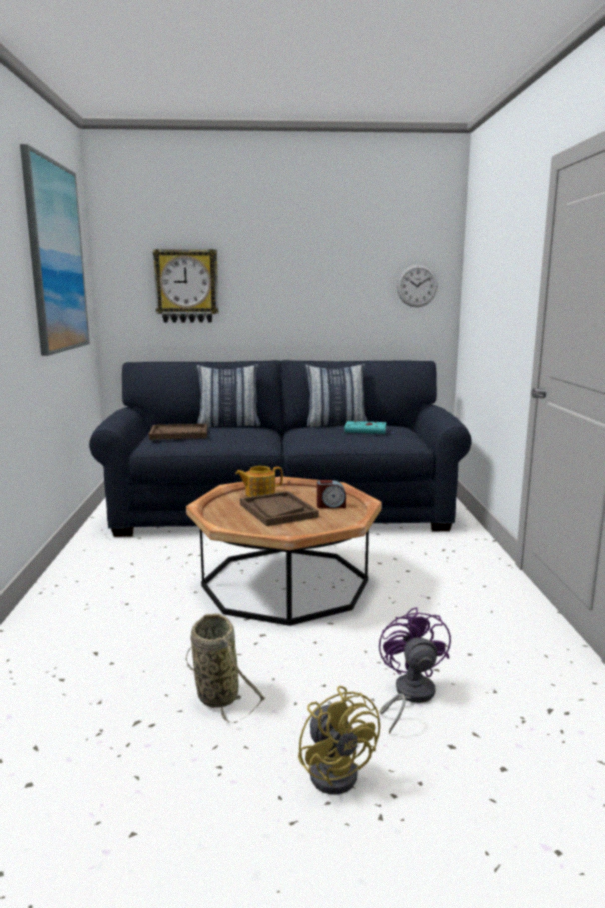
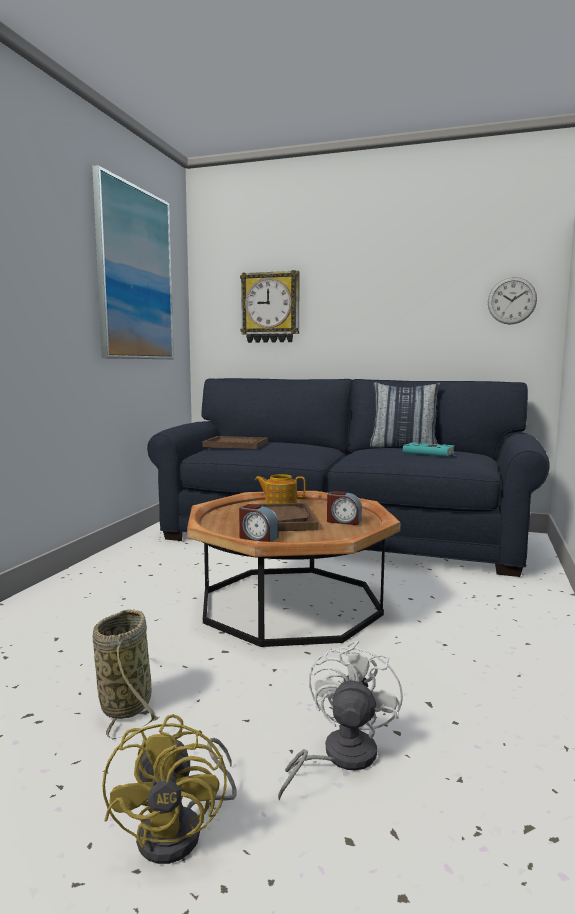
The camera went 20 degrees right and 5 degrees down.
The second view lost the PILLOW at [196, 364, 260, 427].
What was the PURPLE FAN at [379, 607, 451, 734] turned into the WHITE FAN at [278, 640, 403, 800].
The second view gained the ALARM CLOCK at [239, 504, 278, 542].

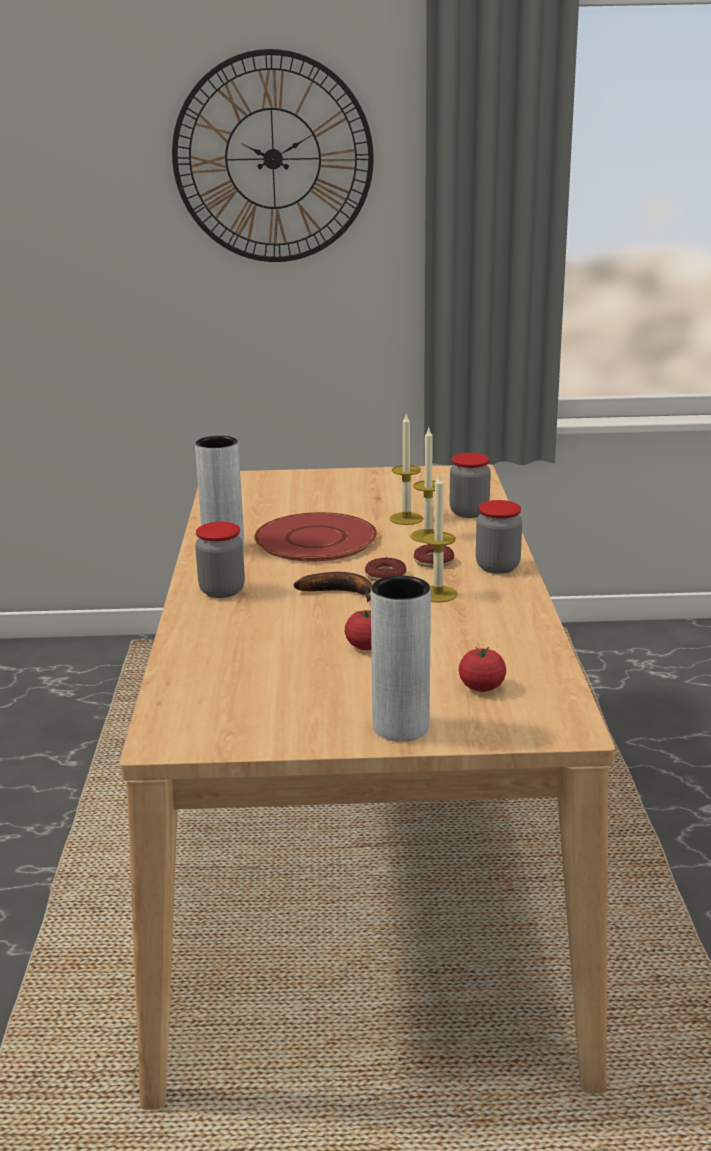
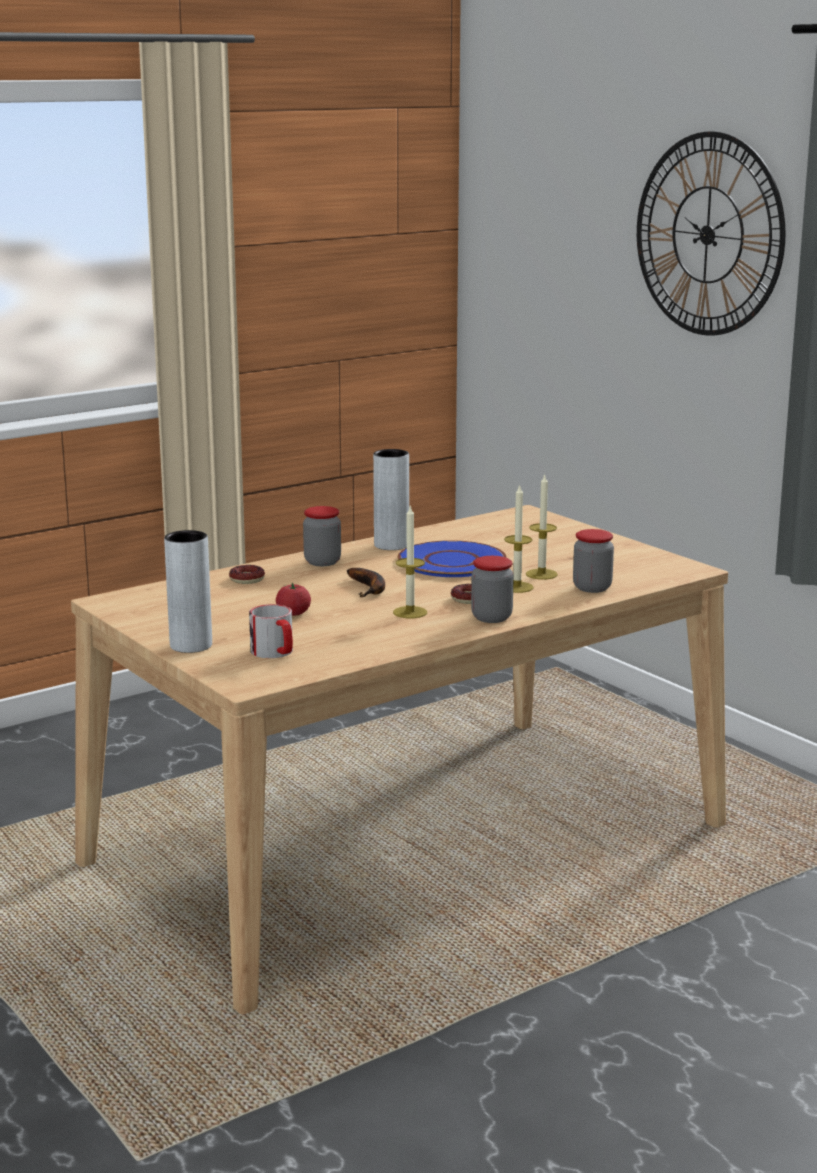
The camera went 55 degrees right and 5 degrees down.
What was the RED PLATE at [254, 512, 377, 561] turned into the BLUE PLATE at [398, 540, 507, 577].
The DONUT ended up elsewhere, having gone from [365, 558, 406, 581] to [229, 565, 265, 584].
Where the TOMATO stood at [459, 646, 506, 692], the MUG came to stand at [249, 604, 293, 658].

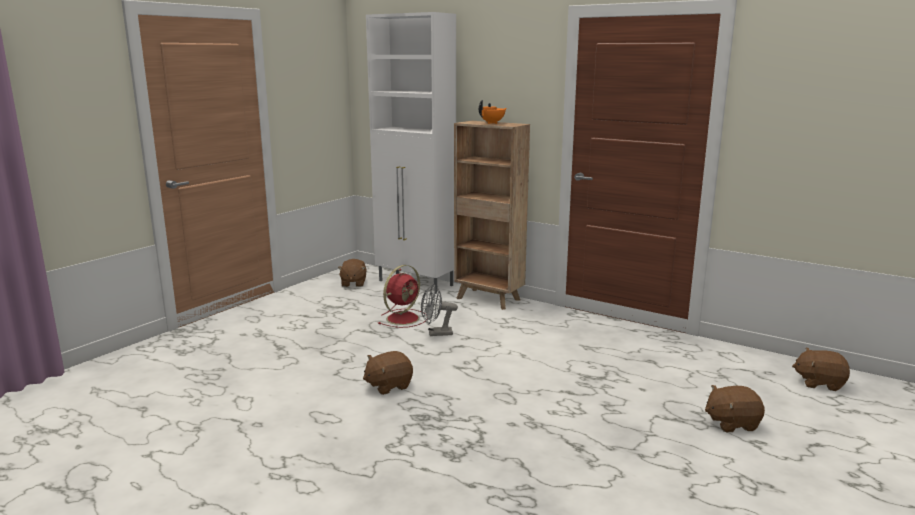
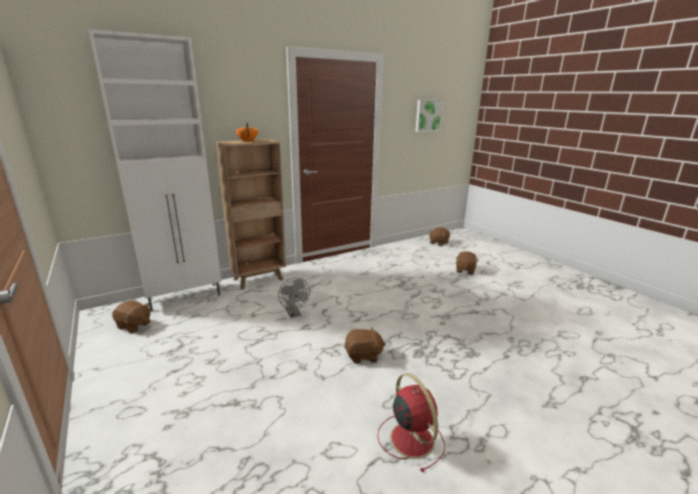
The camera went 65 degrees left and 5 degrees up.
The BROWN PLUSH TOY at [363, 351, 413, 395] ended up facing another way, 90 degrees counterclockwise from before.
The RED FAN ended up elsewhere, having gone from [378, 265, 427, 328] to [377, 373, 445, 472].
The GREY FAN at [421, 284, 458, 336] ended up facing another way, 45 degrees counterclockwise from before.
The second view gained the PICTURE at [415, 100, 443, 132].

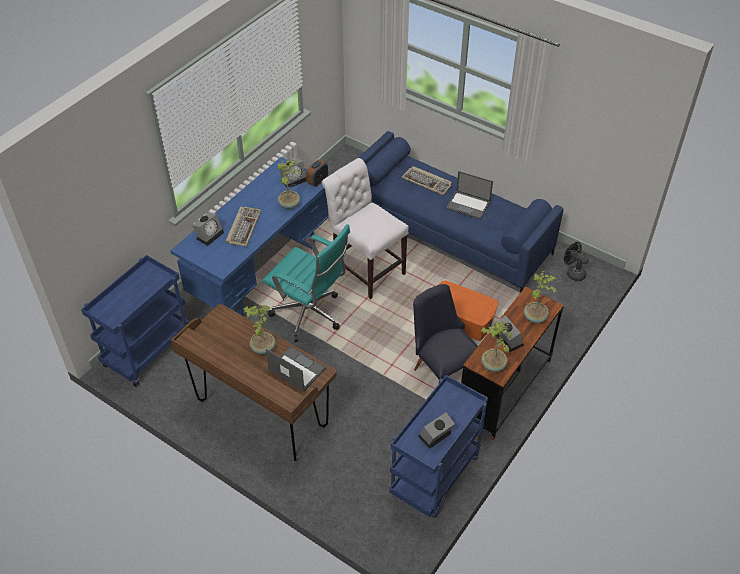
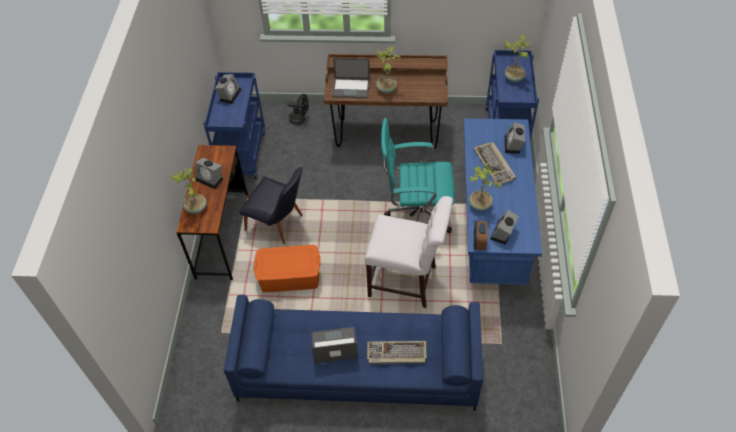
The camera went 150 degrees right and 5 degrees up.
The POTTED PLANT ended up elsewhere, having gone from [480, 321, 511, 372] to [504, 35, 533, 82].
The BLACK FAN ended up elsewhere, having gone from [564, 242, 589, 281] to [288, 94, 309, 125].

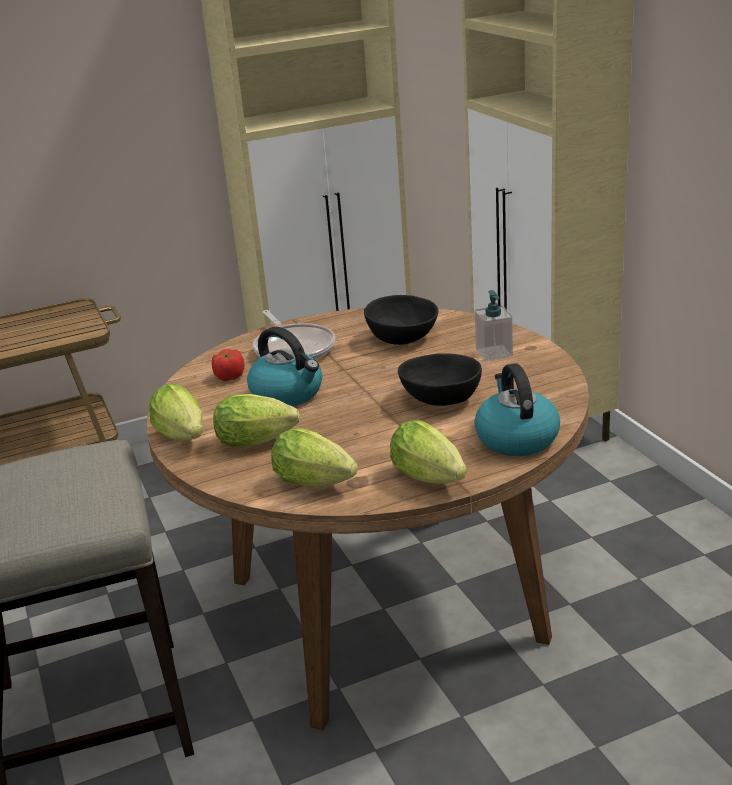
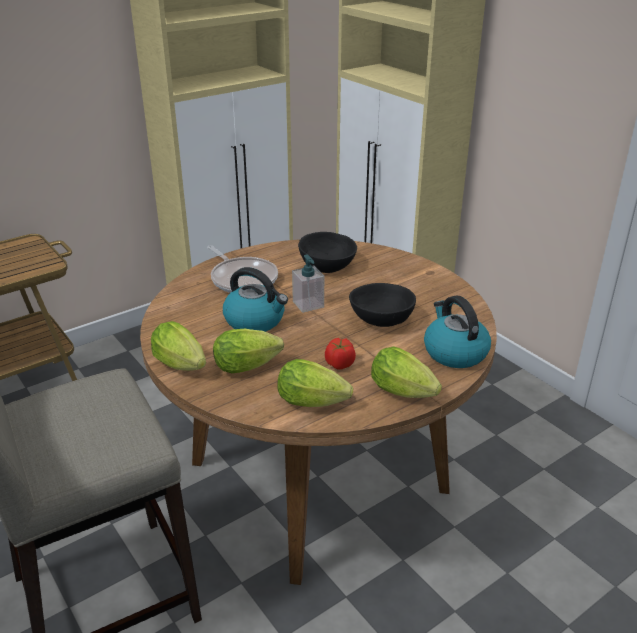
The camera went 15 degrees left and 5 degrees up.
The TOMATO ended up elsewhere, having gone from [212, 349, 245, 381] to [325, 338, 356, 369].
The SOAP DISPENSER ended up elsewhere, having gone from [475, 290, 513, 361] to [292, 254, 324, 313].

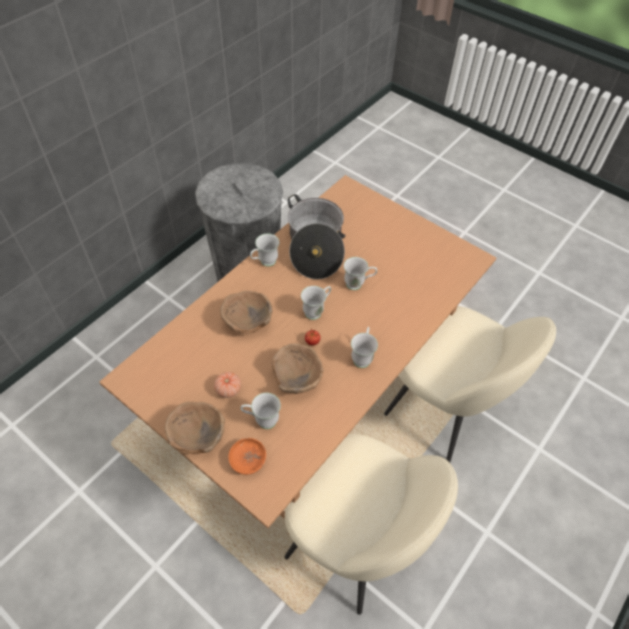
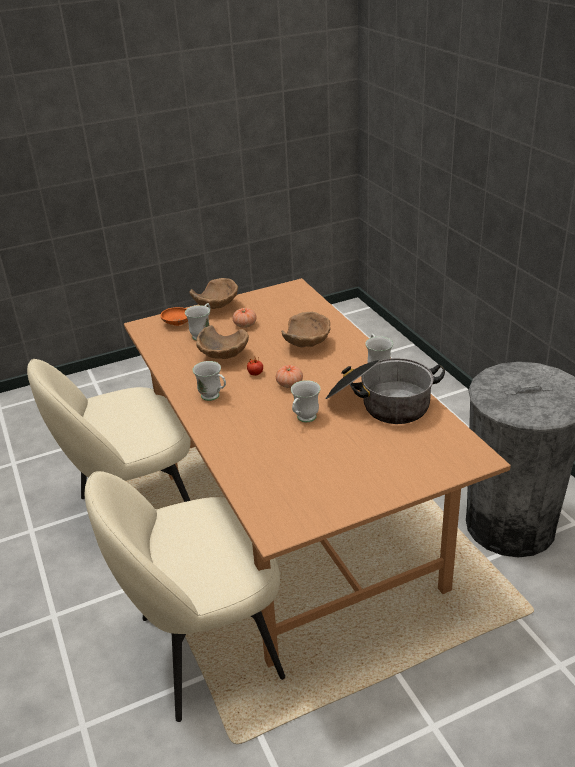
The camera went 120 degrees right and 20 degrees down.
Where the WHITE MUG stood at [301, 286, 331, 320], the TOMATO came to stand at [276, 365, 303, 388].

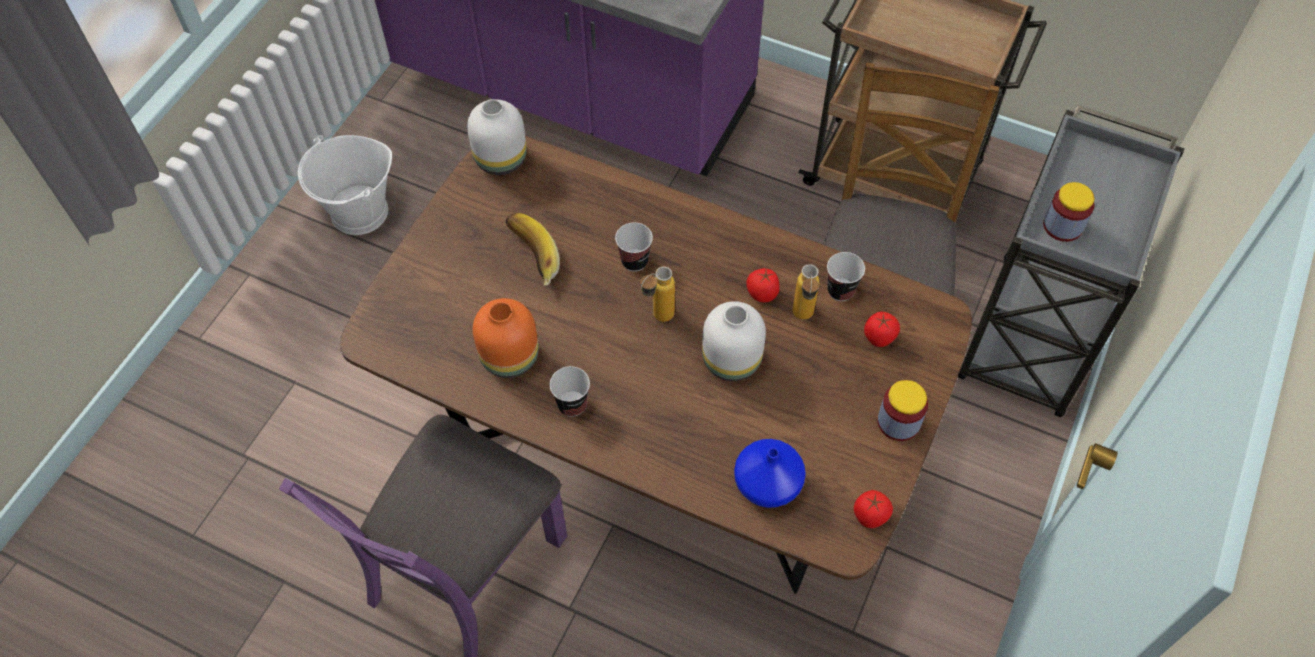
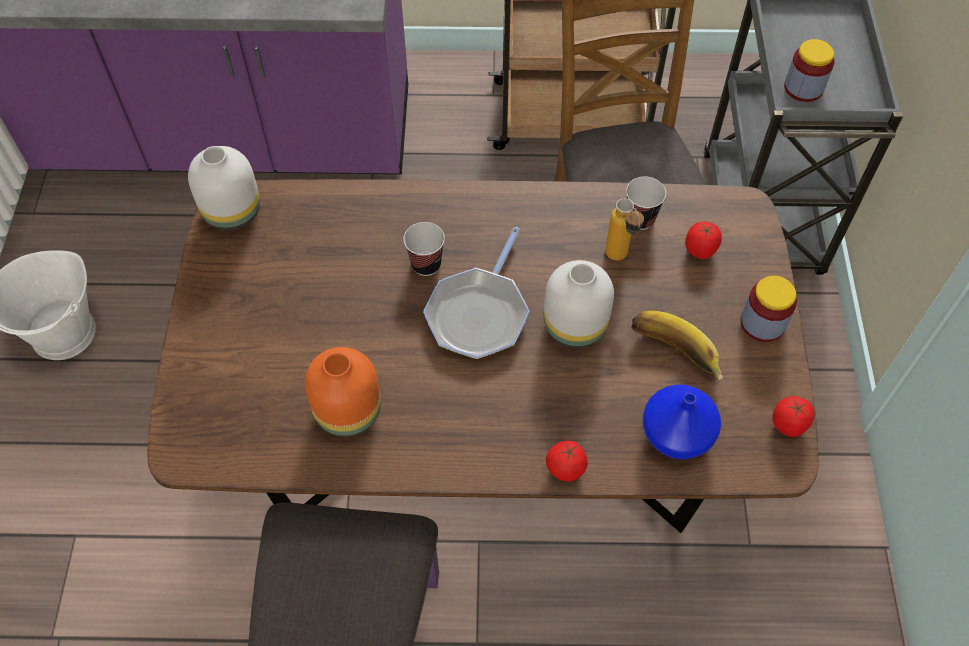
The camera went 25 degrees left and 0 degrees up.
The BANANA ended up elsewhere, having gone from [505, 213, 560, 285] to [631, 310, 723, 380].
The second view lost the CUP at [550, 366, 590, 417].
Where the BOTTLE stood at [640, 267, 675, 322], the FRYING PAN came to stand at [423, 227, 529, 359].
The TOMATO ended up elsewhere, having gone from [746, 268, 780, 302] to [546, 441, 588, 481].

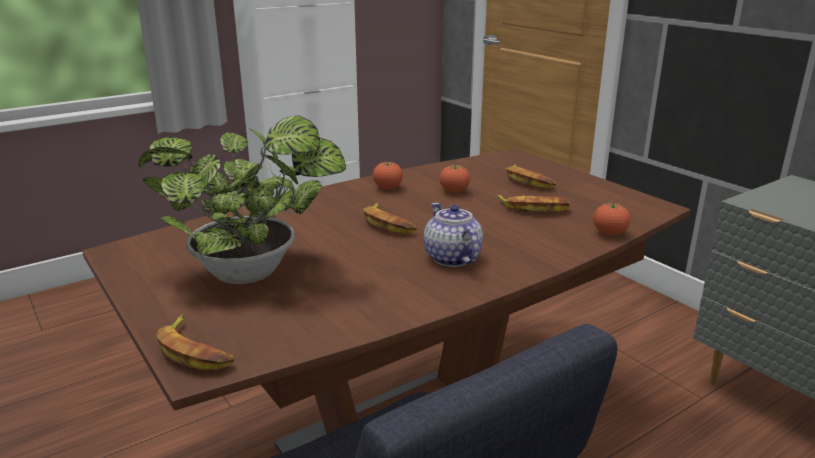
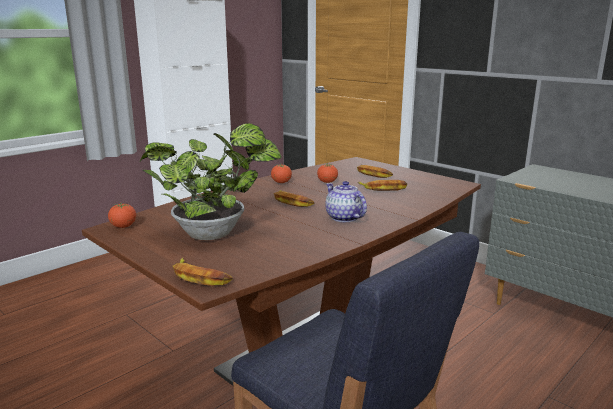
The camera went 10 degrees left and 5 degrees down.
The TOMATO ended up elsewhere, having gone from [593, 202, 631, 235] to [108, 202, 136, 228].

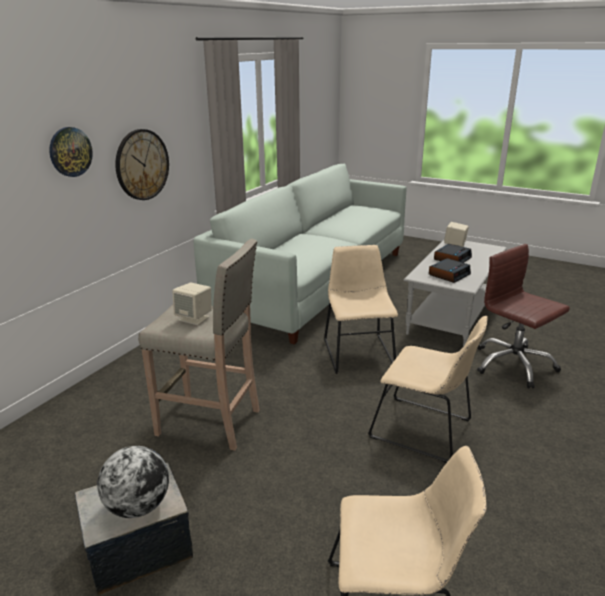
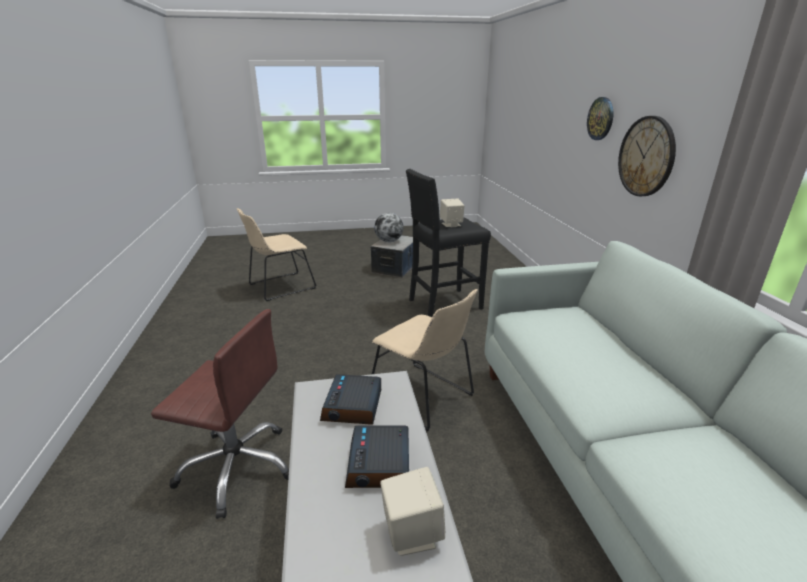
The camera went 140 degrees right and 0 degrees up.
What was the BEIGE STOOL at [138, 239, 260, 451] turned into the BLACK STOOL at [406, 169, 491, 317].
The second view lost the BEIGE CHAIR at [368, 316, 488, 463].

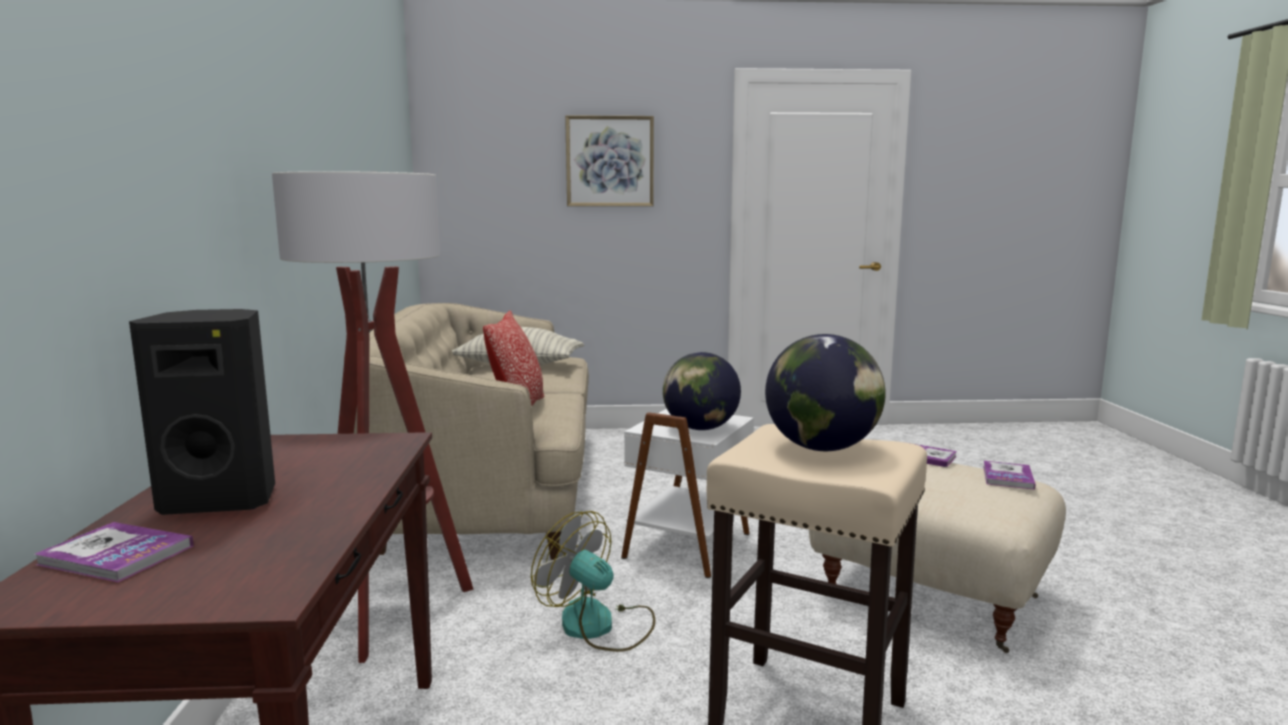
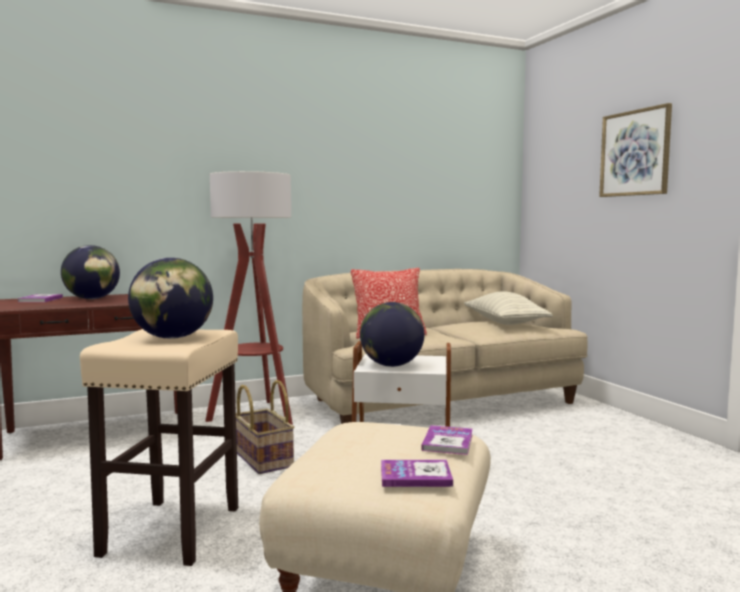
The camera went 70 degrees right and 5 degrees down.
Where the BLACK SPEAKER stood at [129, 309, 275, 515], the GLOBE came to stand at [61, 245, 120, 299].
Where the FAN stood at [531, 511, 655, 652], the BASKET came to stand at [236, 380, 295, 474].

